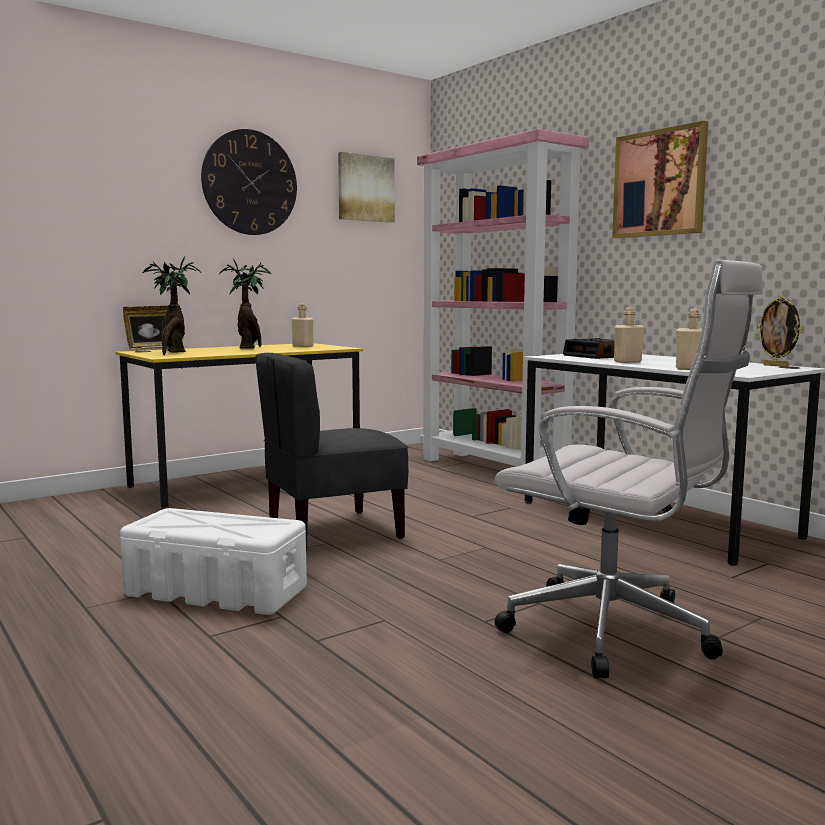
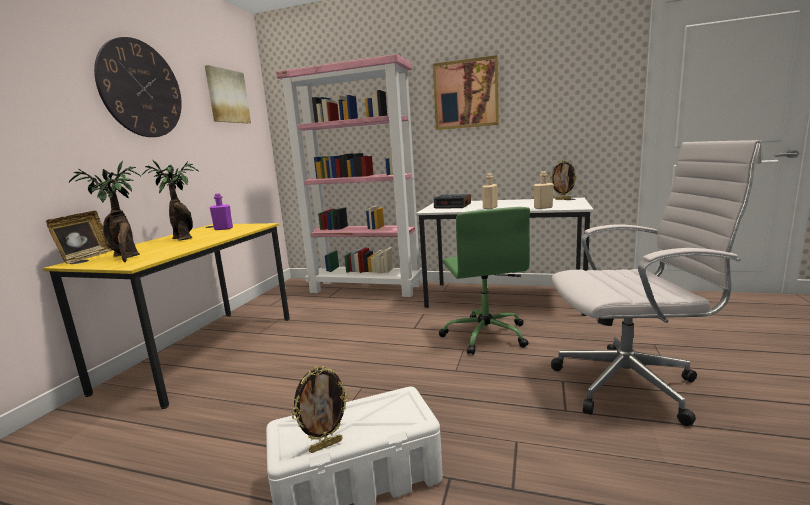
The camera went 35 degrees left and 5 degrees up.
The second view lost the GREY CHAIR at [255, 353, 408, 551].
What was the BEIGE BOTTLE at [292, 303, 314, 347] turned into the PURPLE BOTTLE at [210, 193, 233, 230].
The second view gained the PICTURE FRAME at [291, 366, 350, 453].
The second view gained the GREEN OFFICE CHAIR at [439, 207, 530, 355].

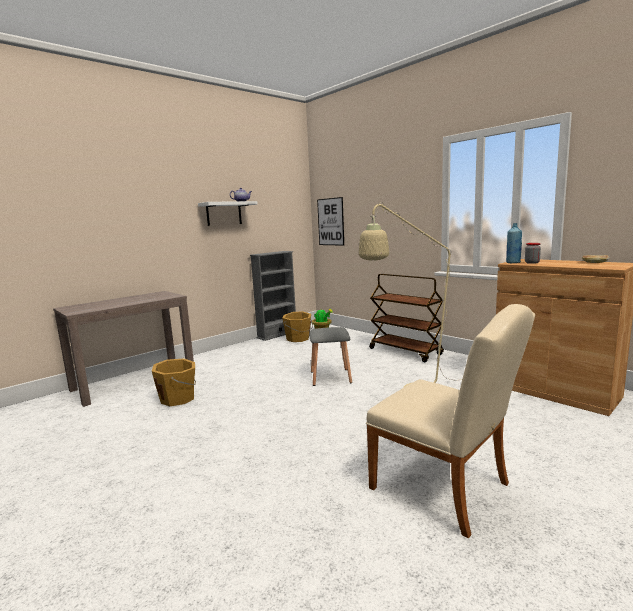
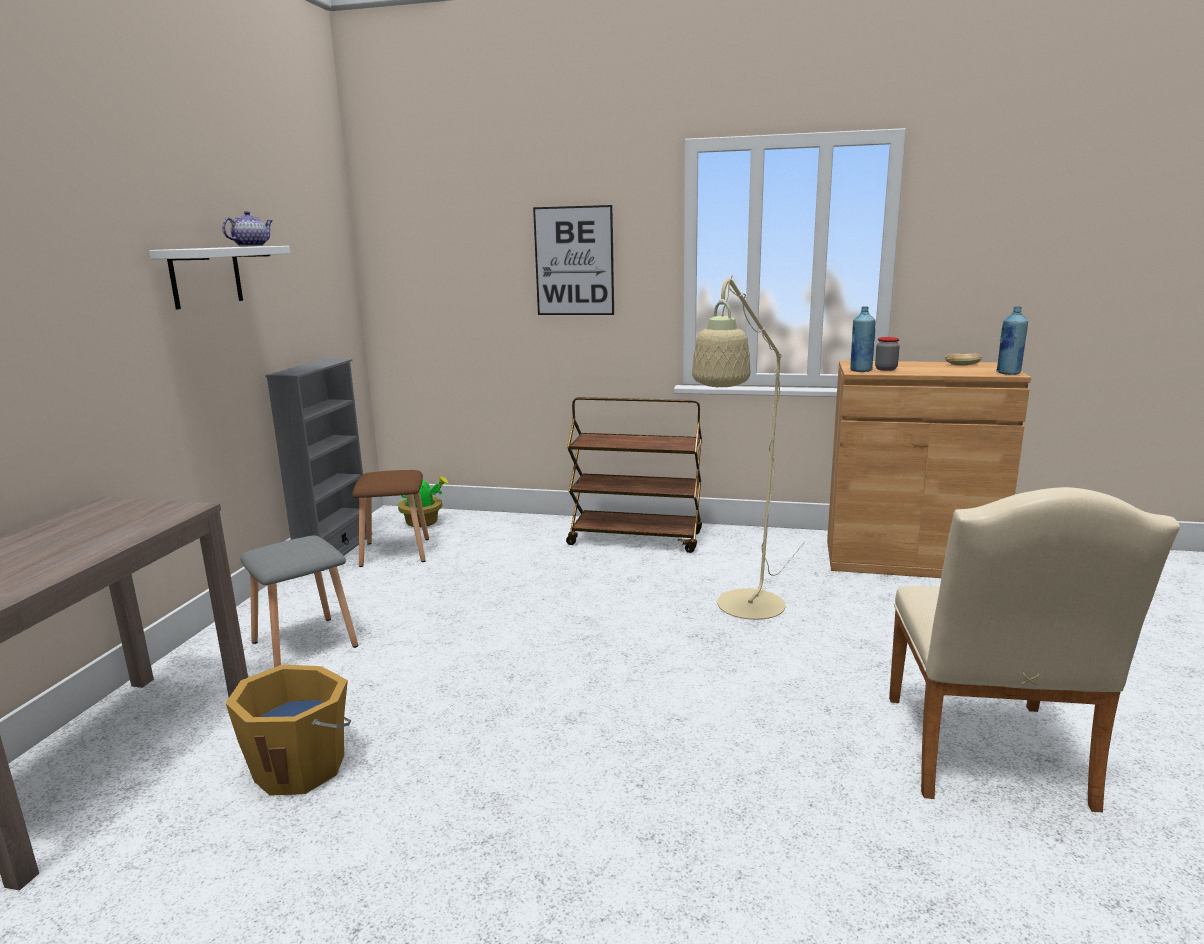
The camera went 35 degrees left and 5 degrees up.
Where the ORANGE BUCKET stood at [282, 311, 313, 342], the BROWN STOOL came to stand at [352, 470, 429, 567].
The GREY STOOL ended up elsewhere, having gone from [309, 327, 352, 386] to [240, 536, 358, 667].
The PICTURE ended up elsewhere, having gone from [317, 197, 344, 246] to [533, 205, 614, 315].
The BEIGE CHAIR at [366, 304, 535, 539] ended up facing another way, 90 degrees clockwise from before.
The second view gained the BLUE BOTTLE at [996, 306, 1028, 375].

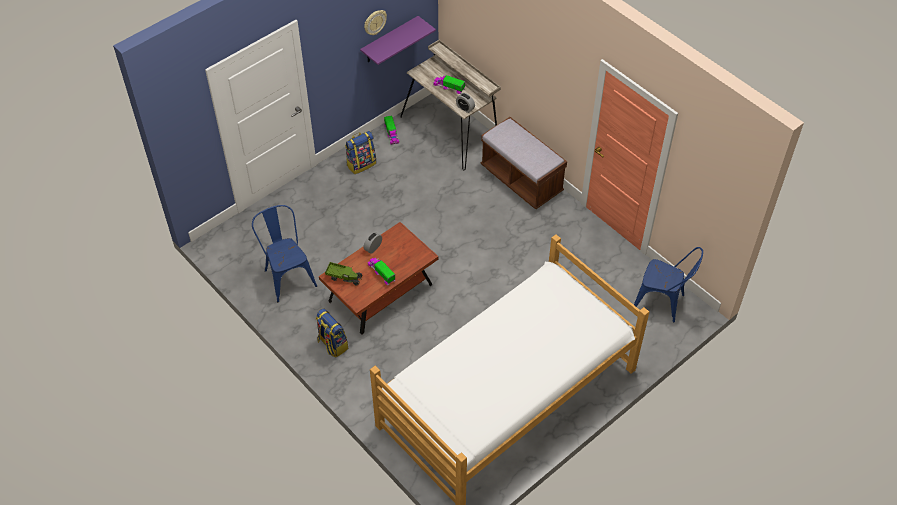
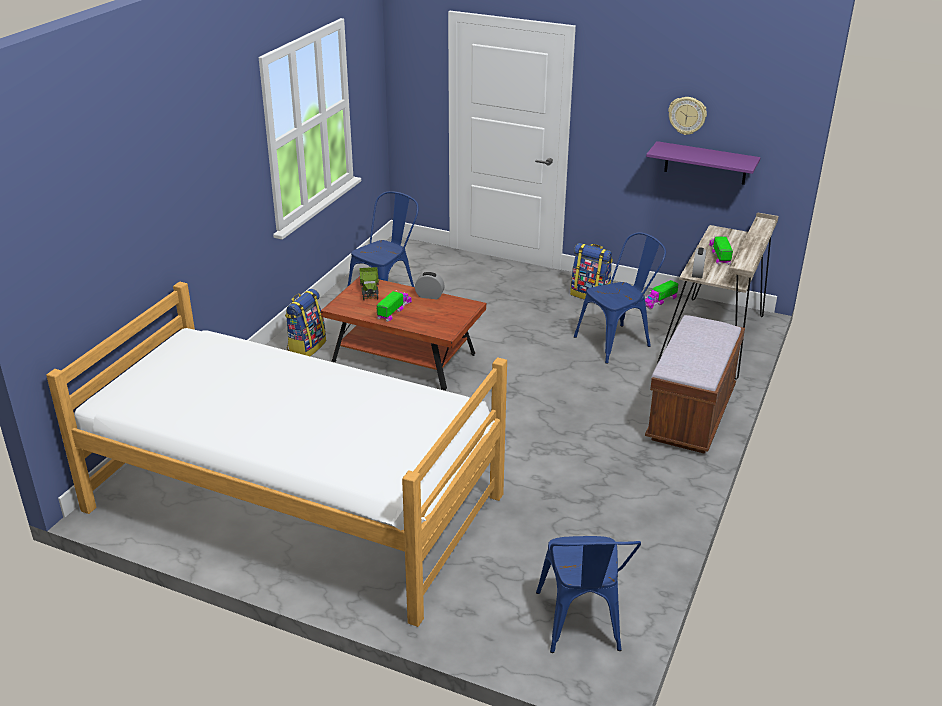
The camera went 65 degrees right and 20 degrees down.
The second view gained the BLUE CHAIR at [574, 232, 666, 364].

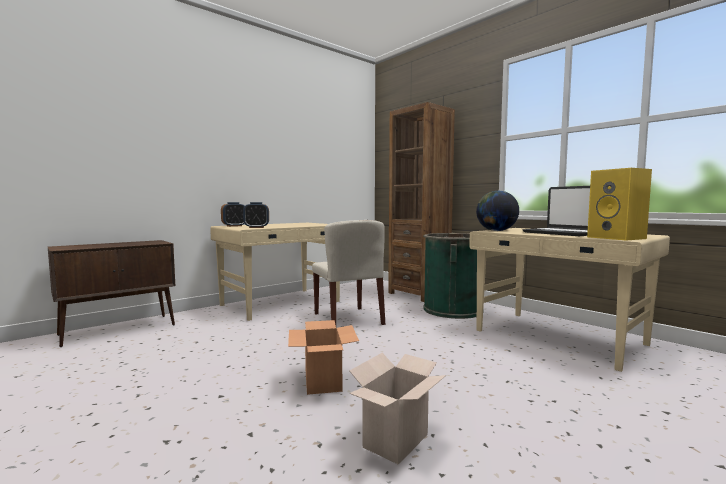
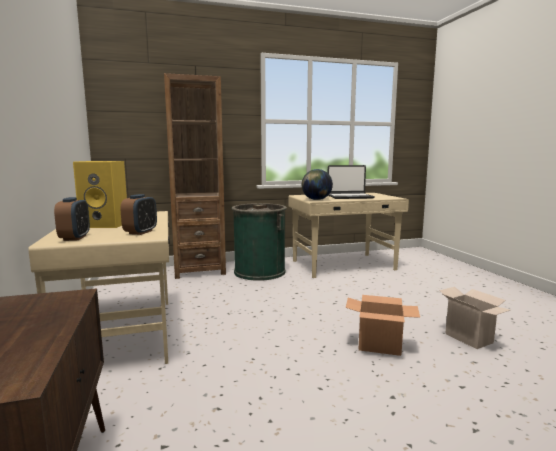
The camera went 65 degrees left and 5 degrees up.
The second view lost the BEIGE CHAIR at [312, 220, 385, 325].
The YELLOW SPEAKER ended up elsewhere, having gone from [587, 168, 652, 240] to [73, 161, 127, 228].

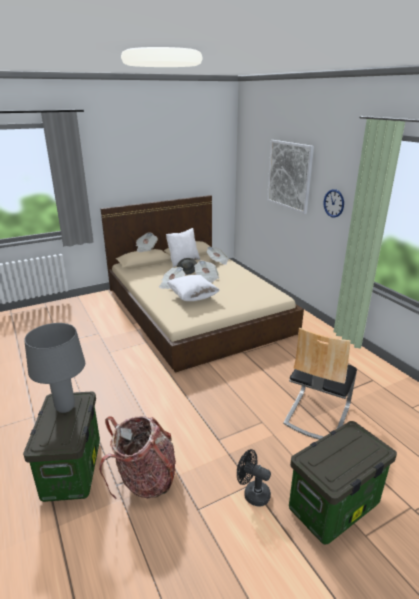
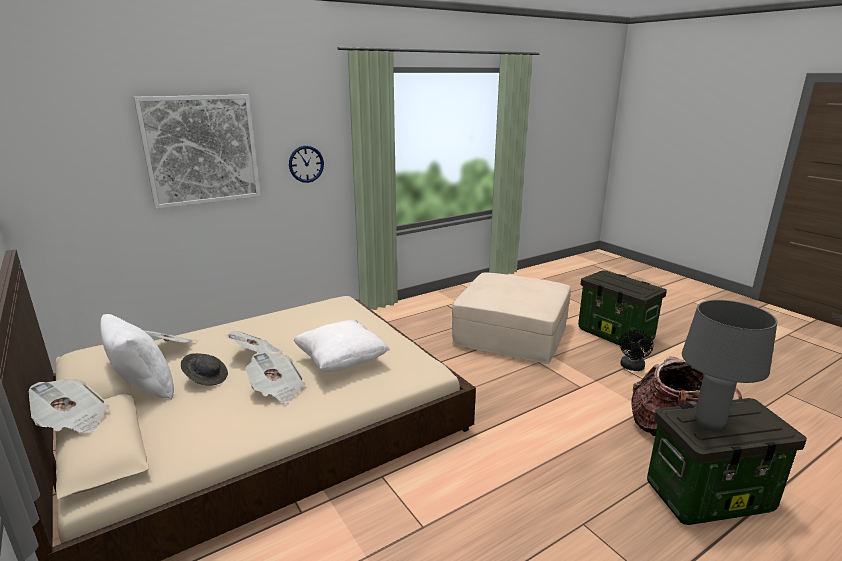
The camera went 95 degrees left and 5 degrees down.
Where the CHAIR stood at [283, 327, 357, 439], the BEIGE OTTOMAN came to stand at [452, 273, 571, 364].

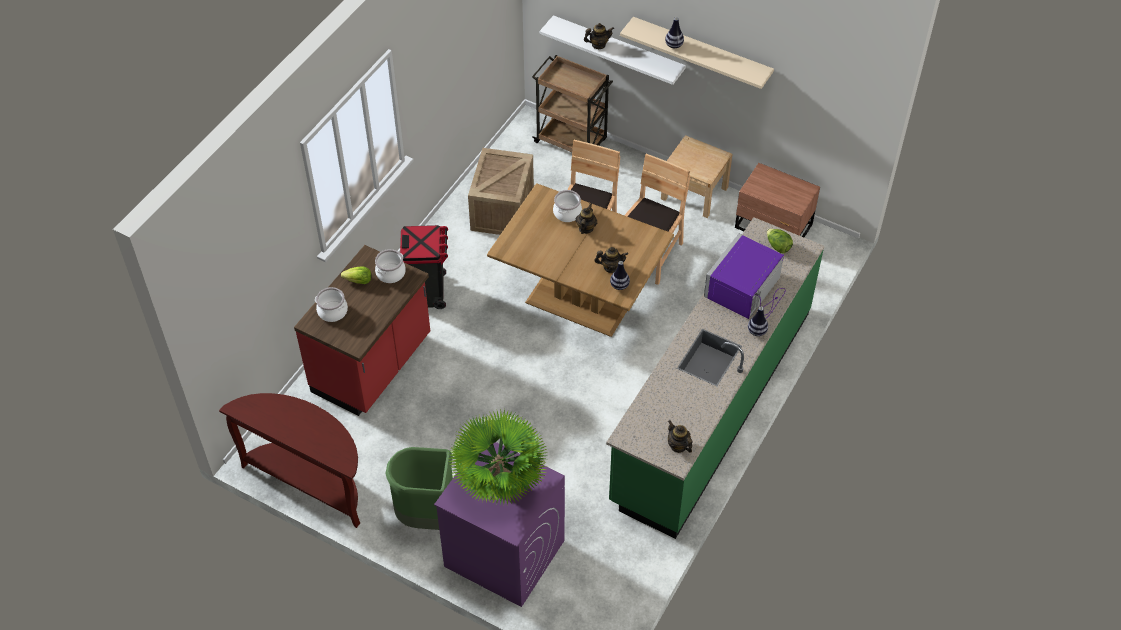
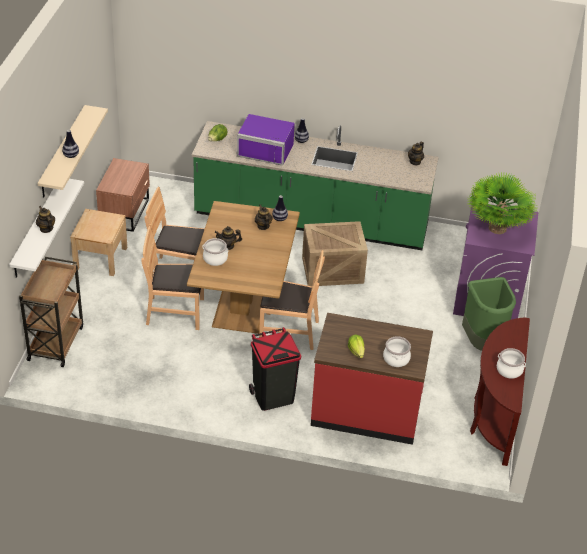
The camera went 110 degrees left and 10 degrees down.
The COOKING POT ended up elsewhere, having gone from [375, 249, 406, 283] to [497, 348, 526, 379].
The CRATE ended up elsewhere, having gone from [468, 148, 534, 235] to [302, 221, 368, 286].
The second view gained the BROWN CHAIR at [259, 250, 325, 350].

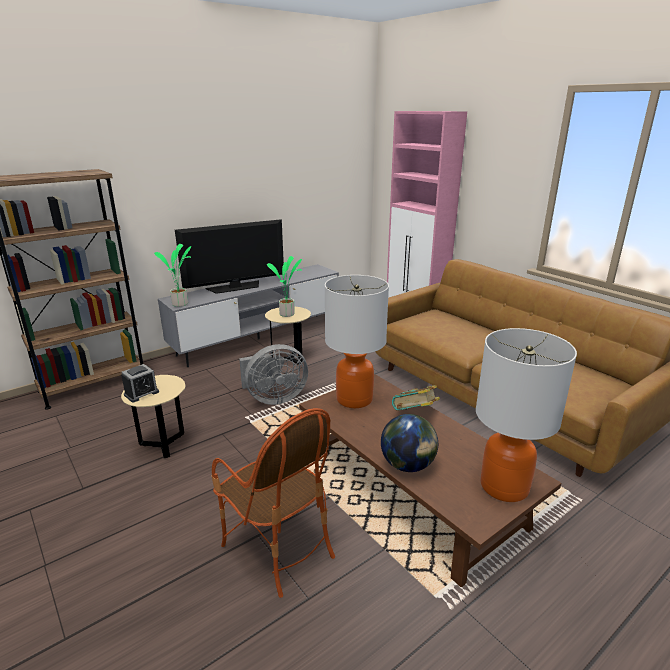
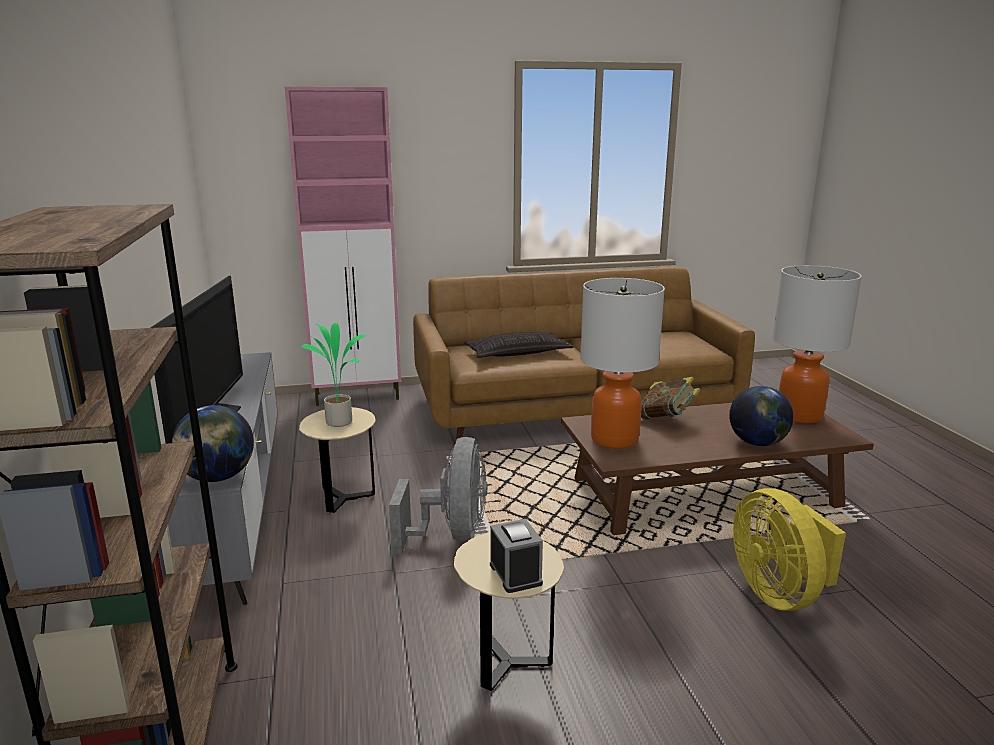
The camera went 65 degrees left and 5 degrees down.
Where the POTTED PLANT stood at [154, 244, 192, 307], the GLOBE came to stand at [172, 405, 254, 482].
Where the ARMCHAIR stood at [212, 408, 335, 598], the YELLOW FAN came to stand at [733, 488, 846, 611].
The second view gained the PILLOW at [464, 332, 574, 358].

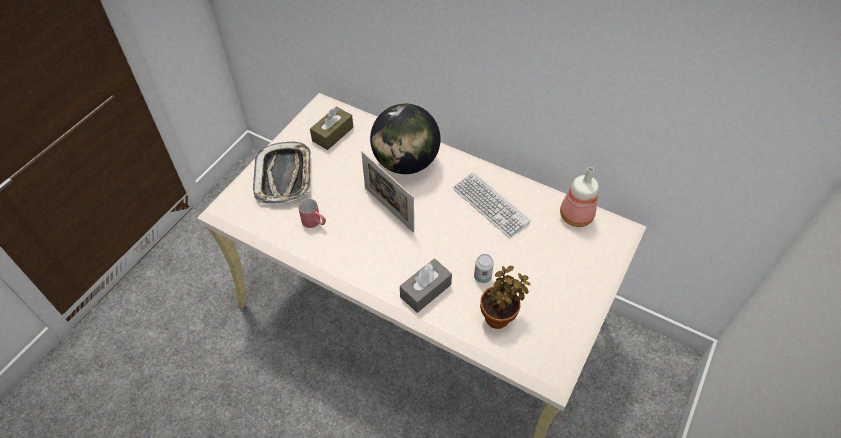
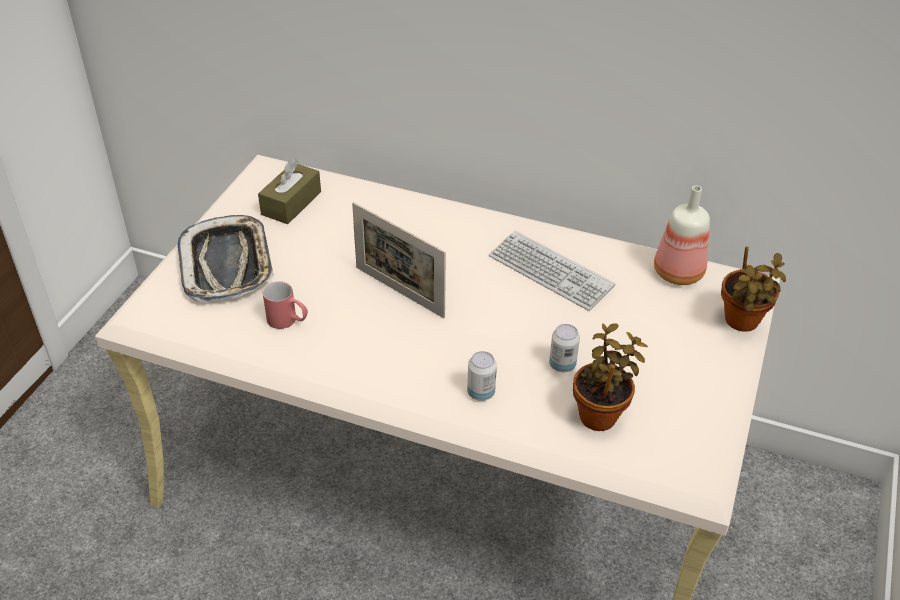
The camera went 10 degrees left and 10 degrees down.
The second view lost the GLOBE at [370, 104, 441, 174].
Where the GREY TISSUE BOX stood at [400, 259, 452, 313], the CAN came to stand at [467, 351, 497, 401].
The second view gained the POTTED PLANT at [721, 246, 786, 332].

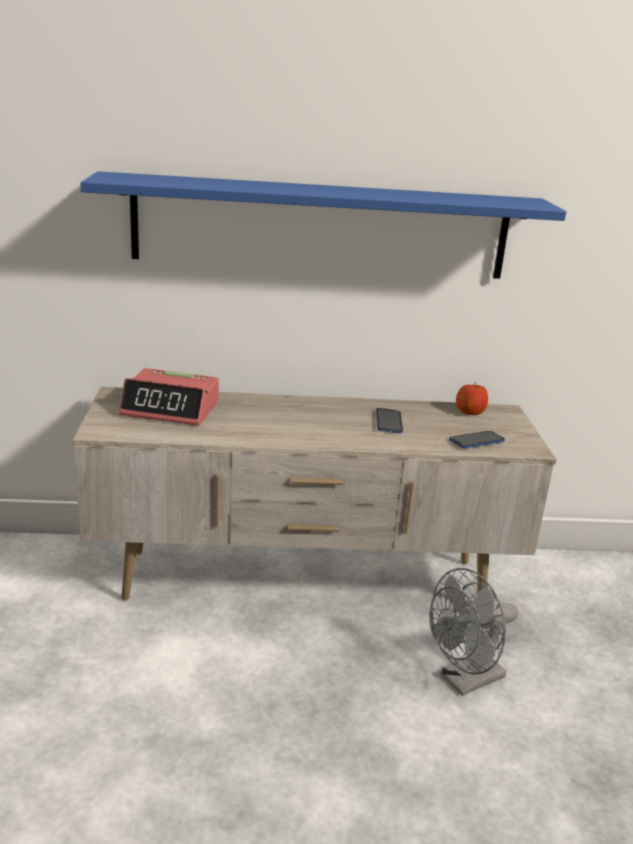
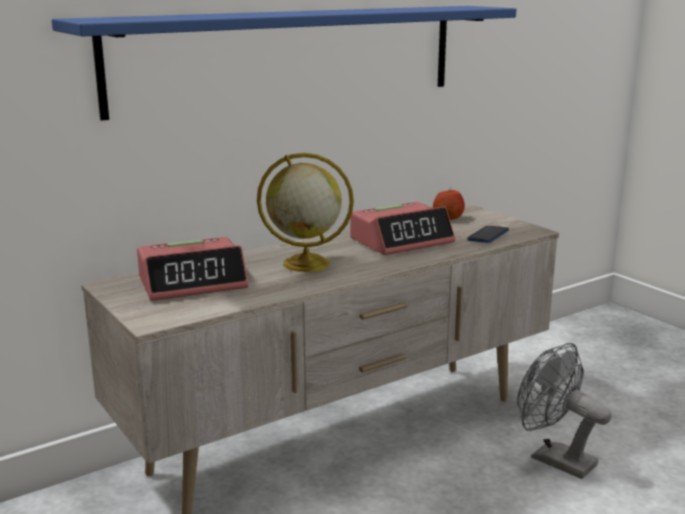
The camera went 30 degrees left and 5 degrees down.
Where the PHONE stood at [376, 408, 403, 433], the ALARM CLOCK came to stand at [350, 202, 455, 255].
The GREY FAN at [430, 568, 518, 696] ended up facing another way, 105 degrees clockwise from before.
The second view gained the GLOBE at [257, 153, 354, 272].

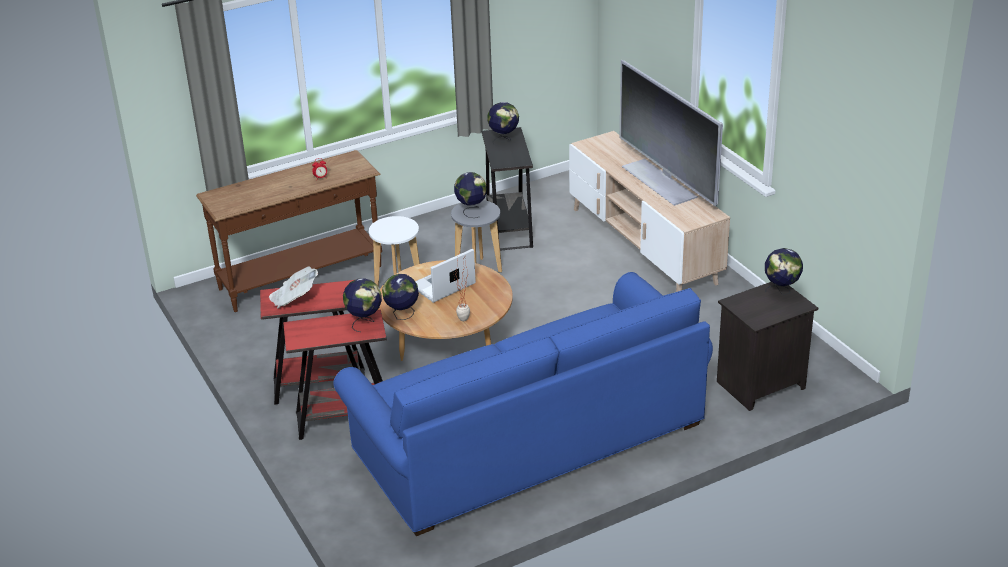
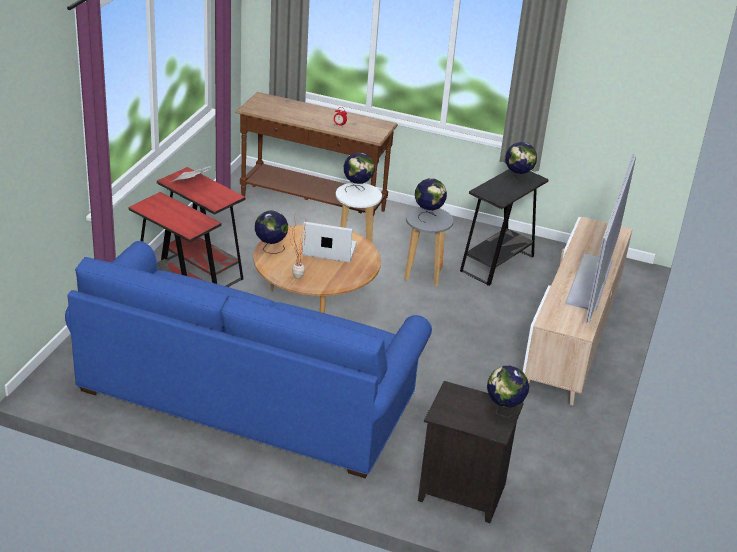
The camera went 45 degrees right and 0 degrees up.
The GLOBE ended up elsewhere, having gone from [343, 278, 382, 332] to [344, 153, 375, 192].

